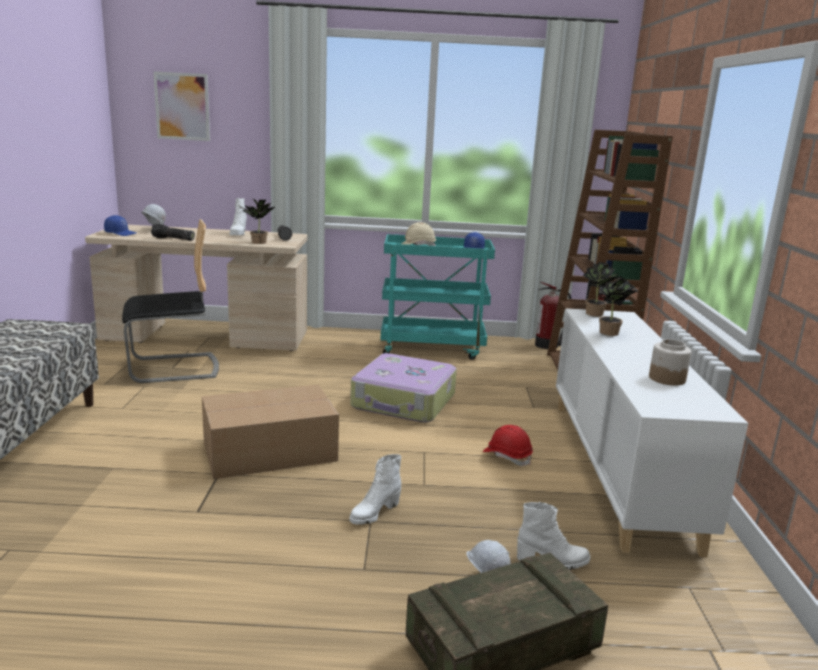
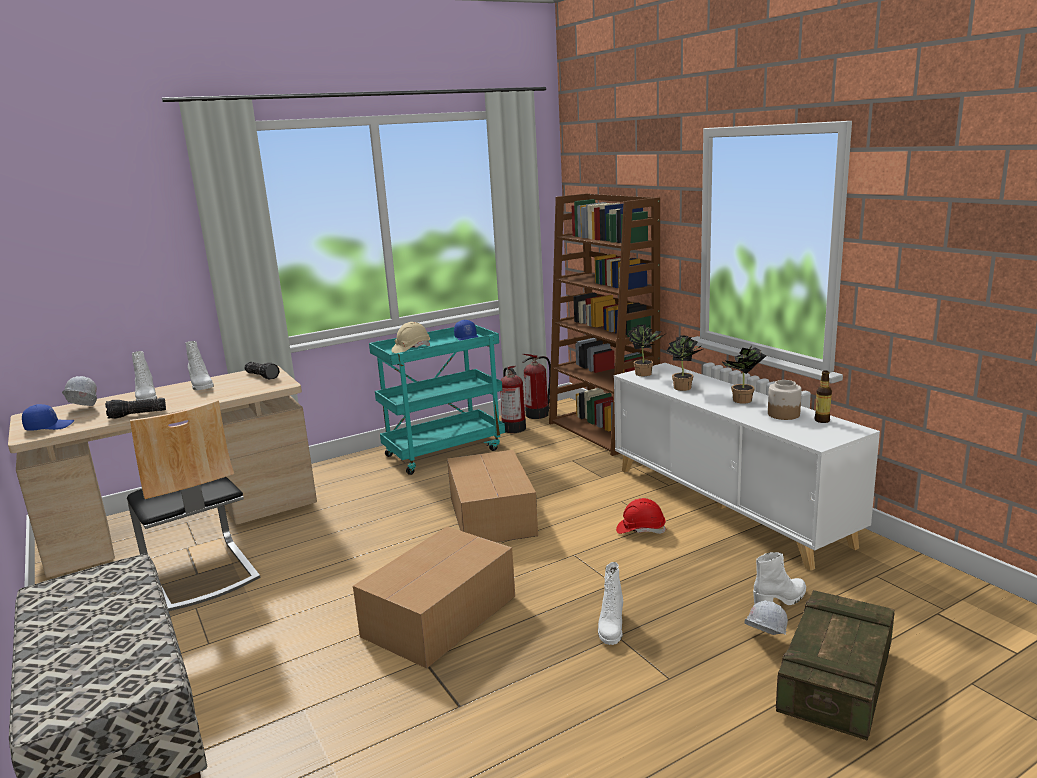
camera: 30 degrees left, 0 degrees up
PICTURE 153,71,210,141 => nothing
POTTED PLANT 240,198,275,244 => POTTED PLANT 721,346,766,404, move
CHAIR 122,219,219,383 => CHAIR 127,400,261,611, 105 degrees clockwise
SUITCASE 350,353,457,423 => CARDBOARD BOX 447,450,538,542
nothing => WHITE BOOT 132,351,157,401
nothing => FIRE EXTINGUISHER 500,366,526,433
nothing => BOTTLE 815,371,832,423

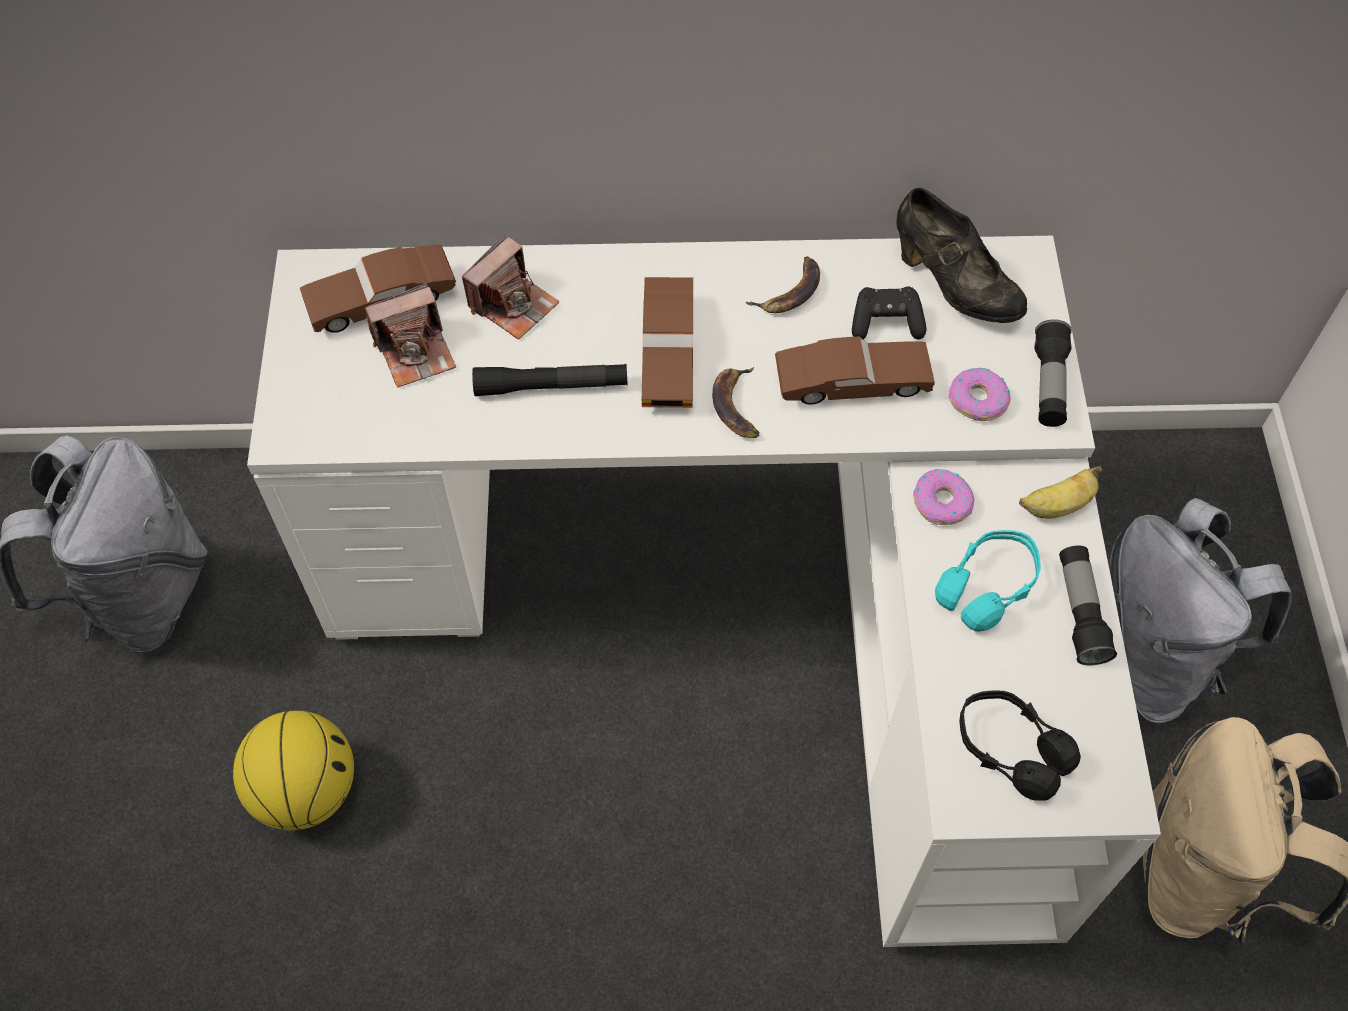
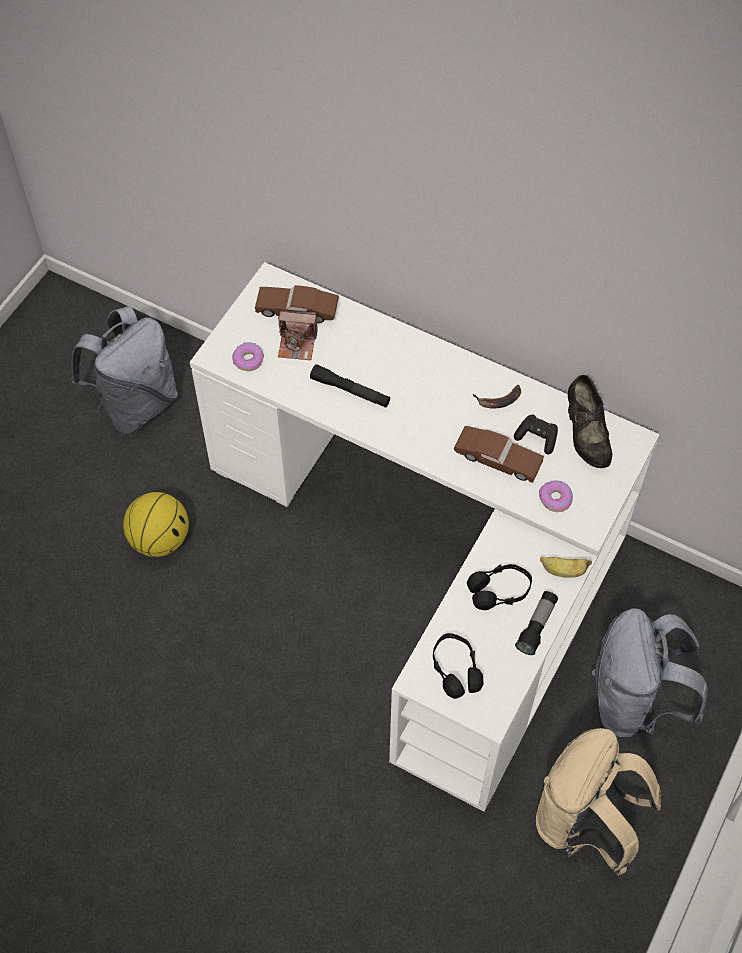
camera: 30 degrees right, 0 degrees up
PHOTO CAMERA 462,235,560,340 => nothing
BROWN TOY CAR 642,277,693,408 => nothing
FLASHLIGHT 1034,319,1072,427 => nothing
BANANA 712,367,760,438 => nothing
DONUT 913,469,975,525 => DONUT 232,342,264,371, move
TURQUOISE HEADPHONES 935,530,1041,632 => BLACK HEADPHONES 467,564,532,610

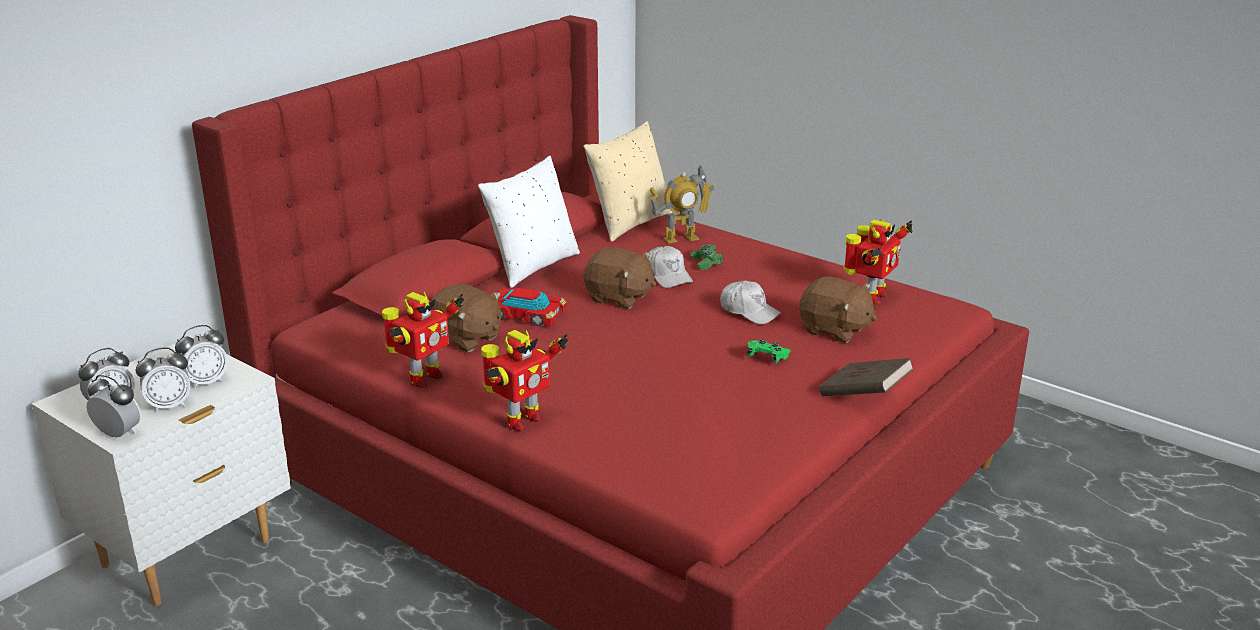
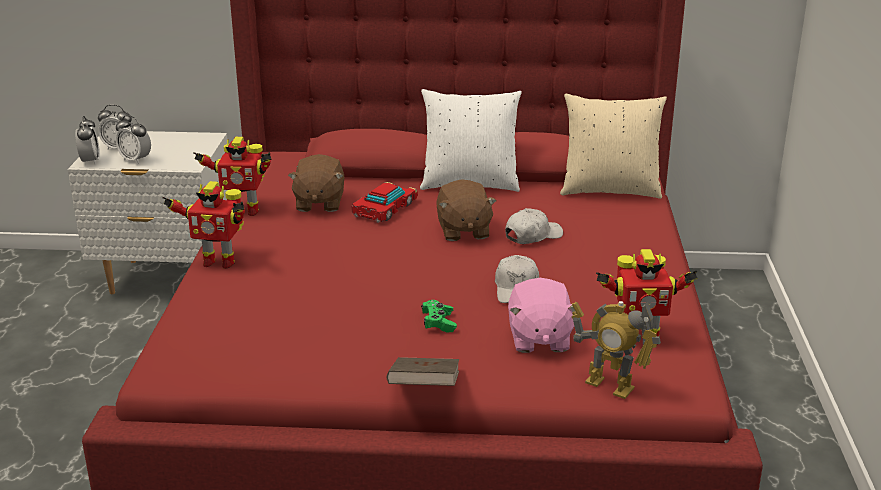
camera: 55 degrees right, 0 degrees up
TOY ROBOT 649,166,714,244 => TOY ROBOT 572,301,661,399, move
GREEN GAME CONTROLLER 690,244,723,270 => nothing
WHITE CAP 648,246,693,288 => WHITE CAP 505,208,563,244, 150 degrees counterclockwise
BROWN PLUSH TOY 799,276,877,343 => PINK PLUSH TOY 508,278,576,353
TOY CAR 497,288,567,327 => TOY CAR 351,182,418,223, 135 degrees counterclockwise
ALARM CLOCK 175,325,228,389 => nothing

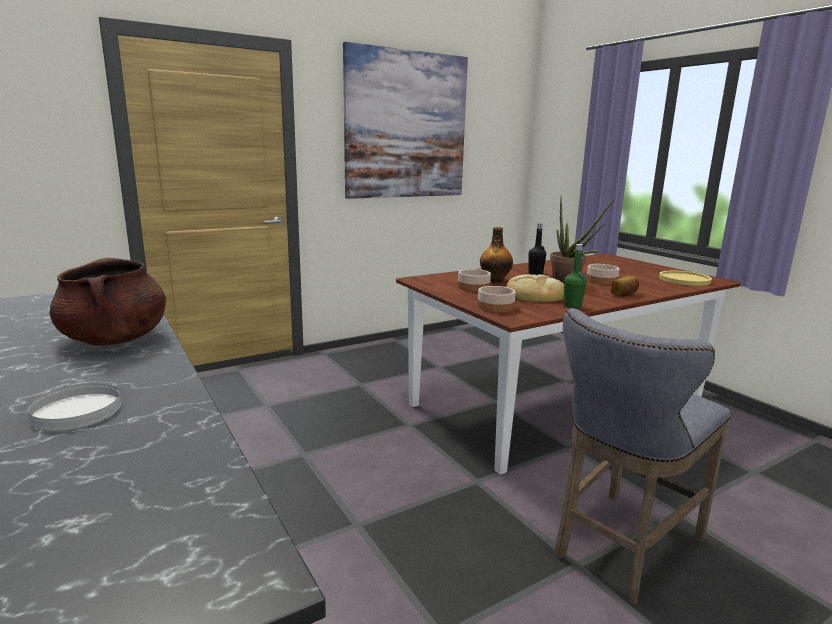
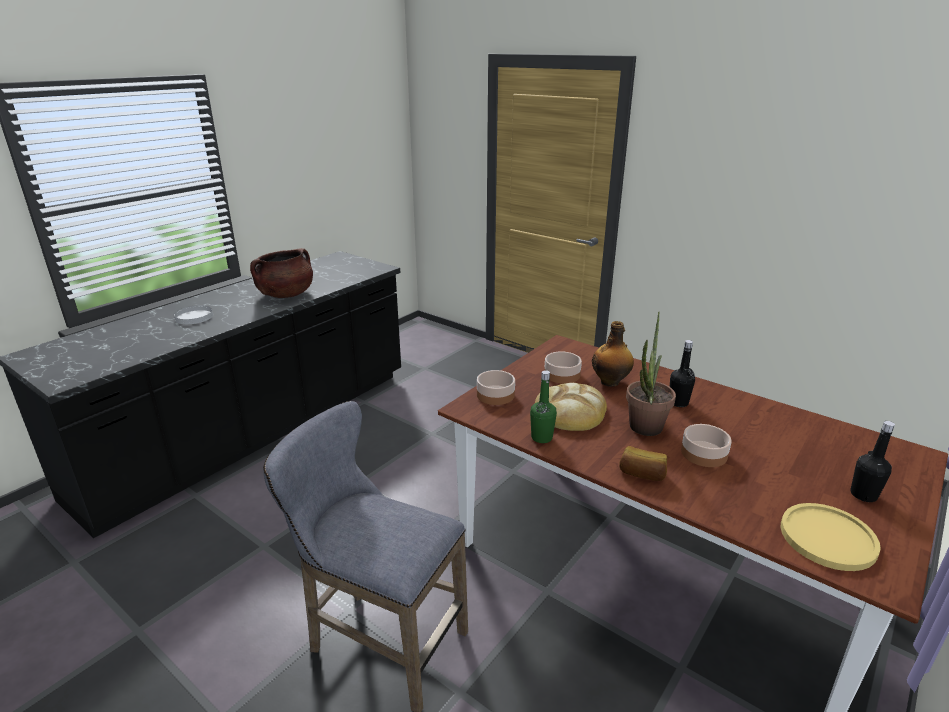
camera: 70 degrees right, 10 degrees up
PICTURE 343,42,468,199 => nothing
nothing => BLACK BOTTLE 850,421,895,502

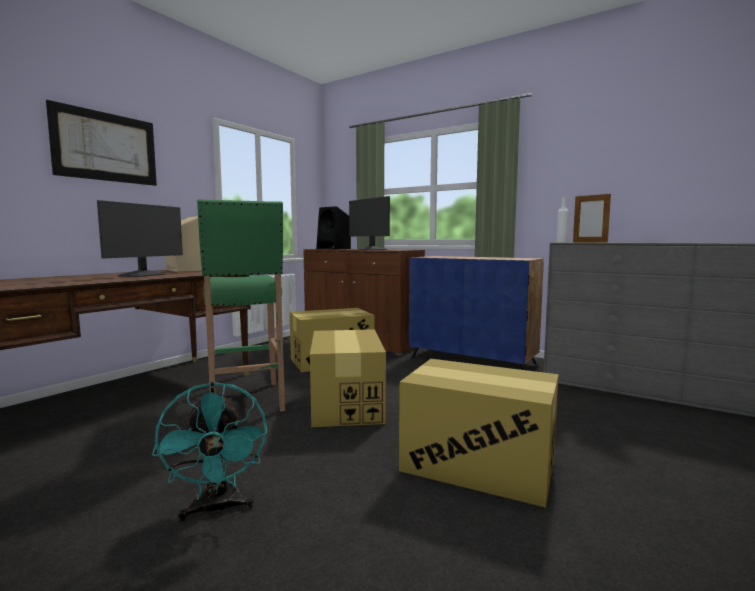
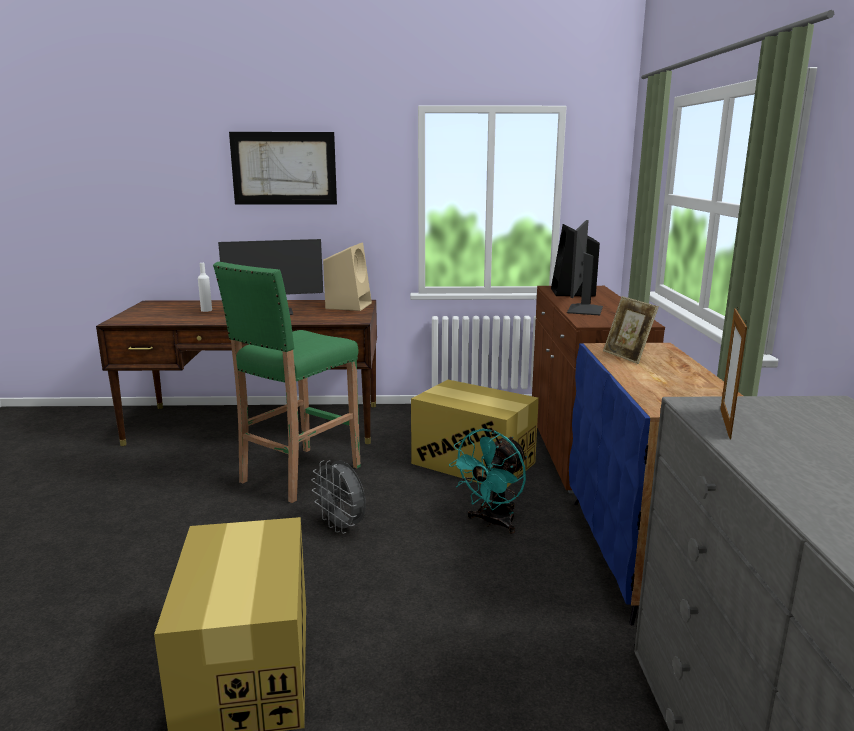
camera: 55 degrees right, 10 degrees up
WHITE BOTTLE 556,197,569,242 => WHITE BOTTLE 198,263,212,312, move
CARDBOARD BOX 310,329,386,427 => GREY FAN 311,460,366,534
TURQUOISE FAN 152,382,267,521 => TURQUOISE FAN 449,429,527,534, move
nothing => PICTURE FRAME 603,296,659,364

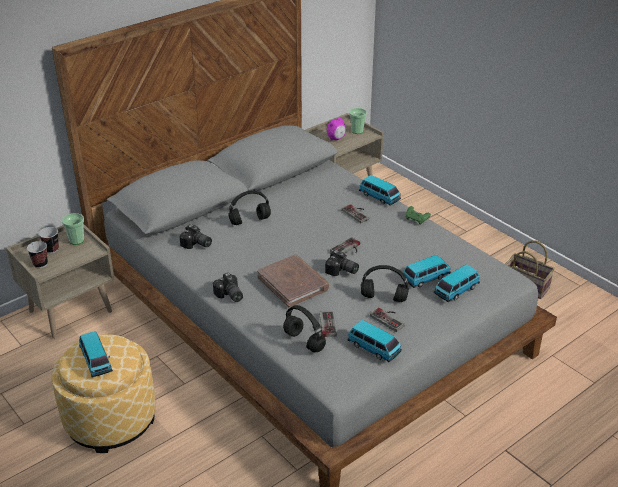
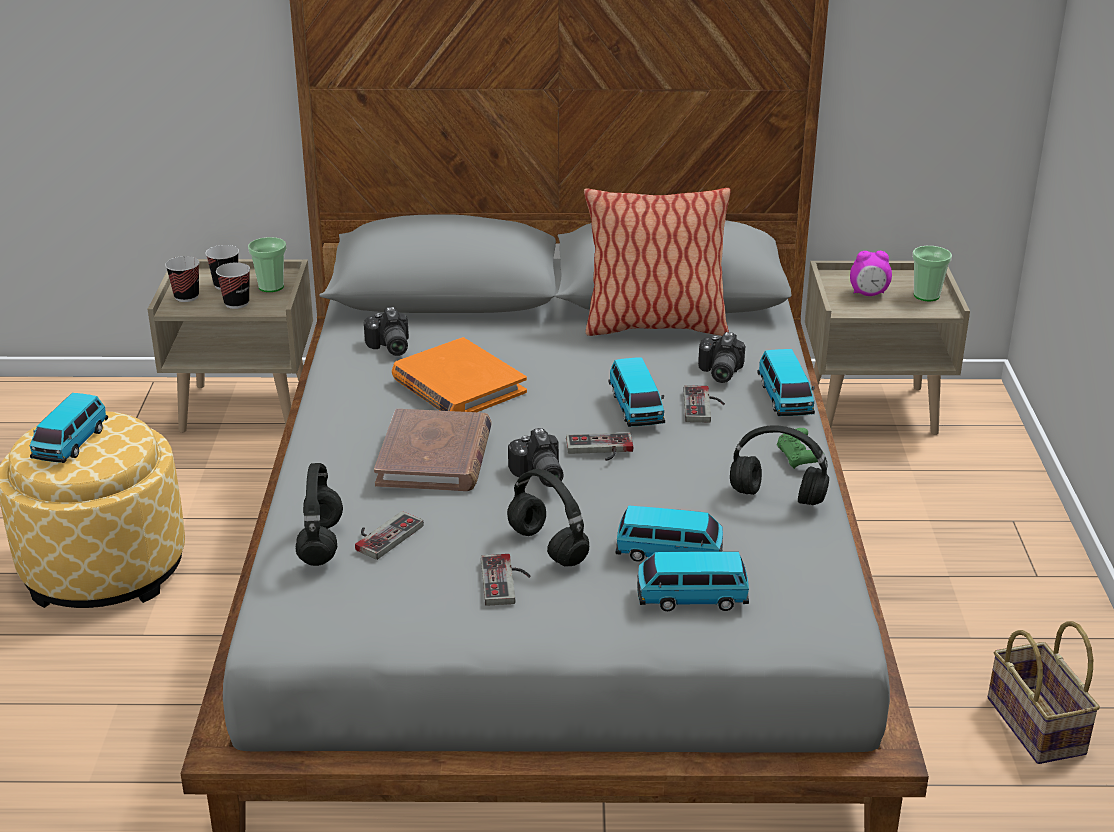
camera: 40 degrees right, 5 degrees down
BLACK HEADPHONES 228,191,271,225 => BLACK HEADPHONES 730,425,829,505, move
PHOTO CAMERA 213,272,243,302 => PHOTO CAMERA 698,332,745,383, move
TOY CAR 347,320,402,362 => TOY CAR 608,357,665,427, move
nothing => PILLOW 584,188,731,336
nothing => CUP 216,262,250,309
nothing => ORANGE BOOK 392,337,527,412

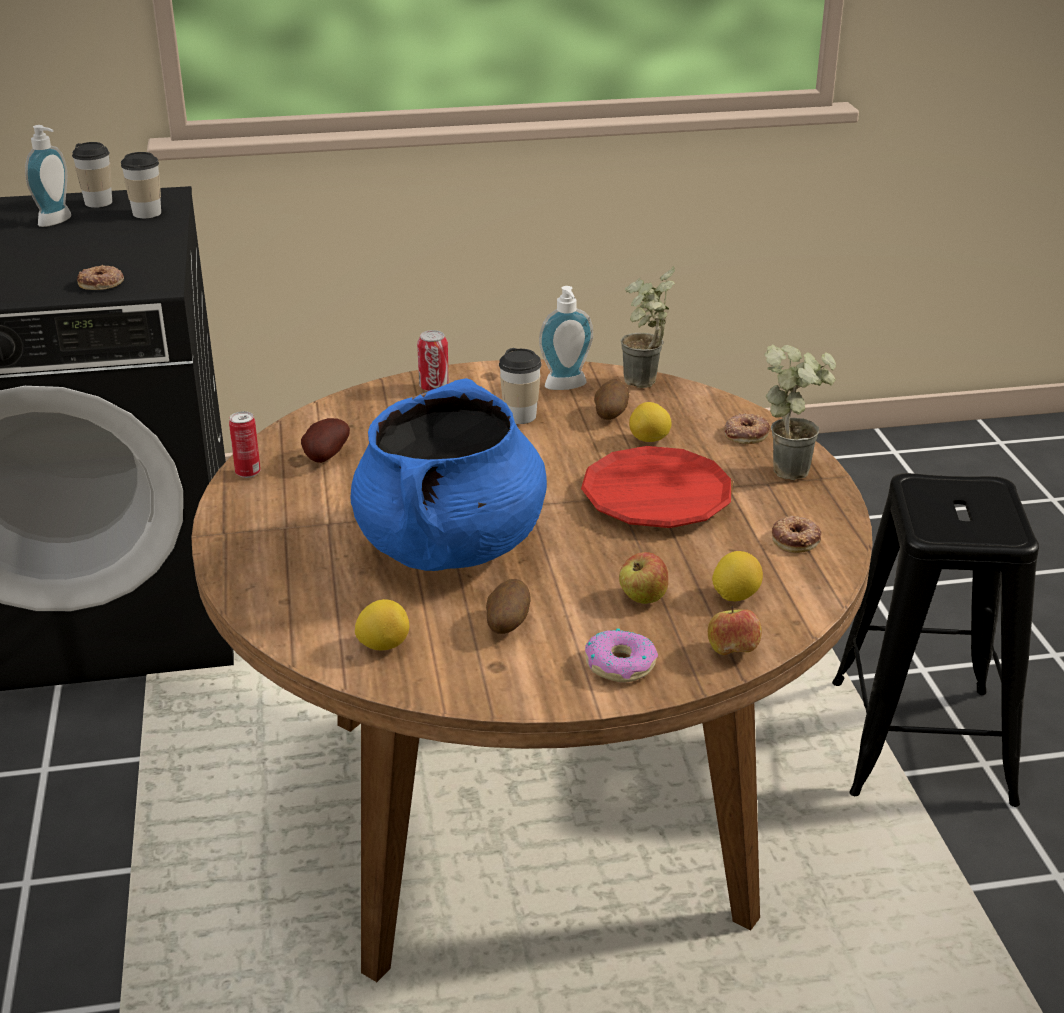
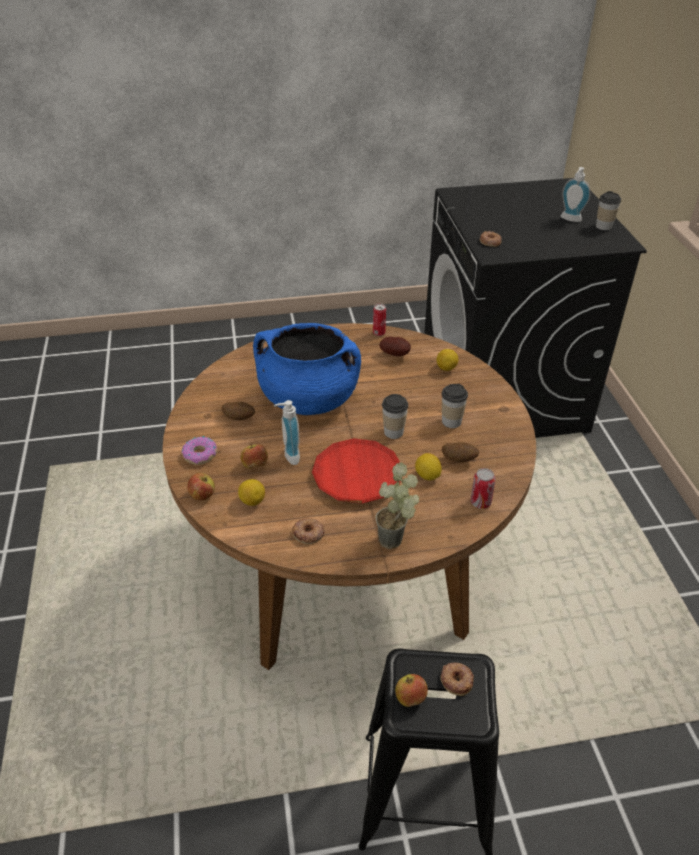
camera: 90 degrees right, 10 degrees up
CUP 121,152,161,218 => CUP 382,394,409,439, move
POTTED PLANT 621,266,675,388 => nothing
SOAP DISPENSER 539,286,593,390 => SOAP DISPENSER 274,400,300,465, move
CAN 417,330,449,391 => CAN 471,468,496,509, move
DONUT 724,413,770,444 => DONUT 440,662,474,696, move
LEMON 355,599,409,650 => LEMON 437,349,458,371, move
nothing => APPLE 395,674,428,707

